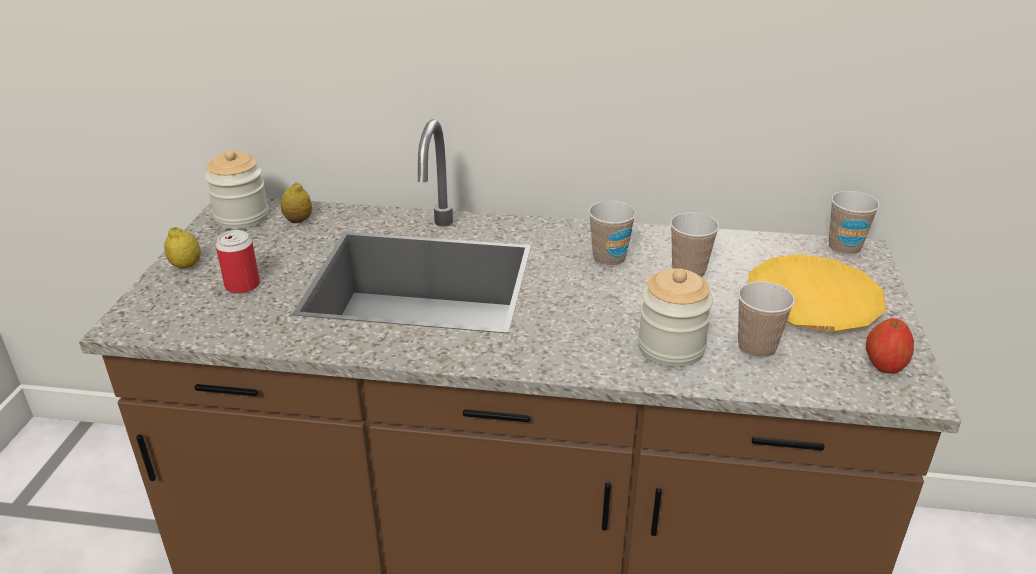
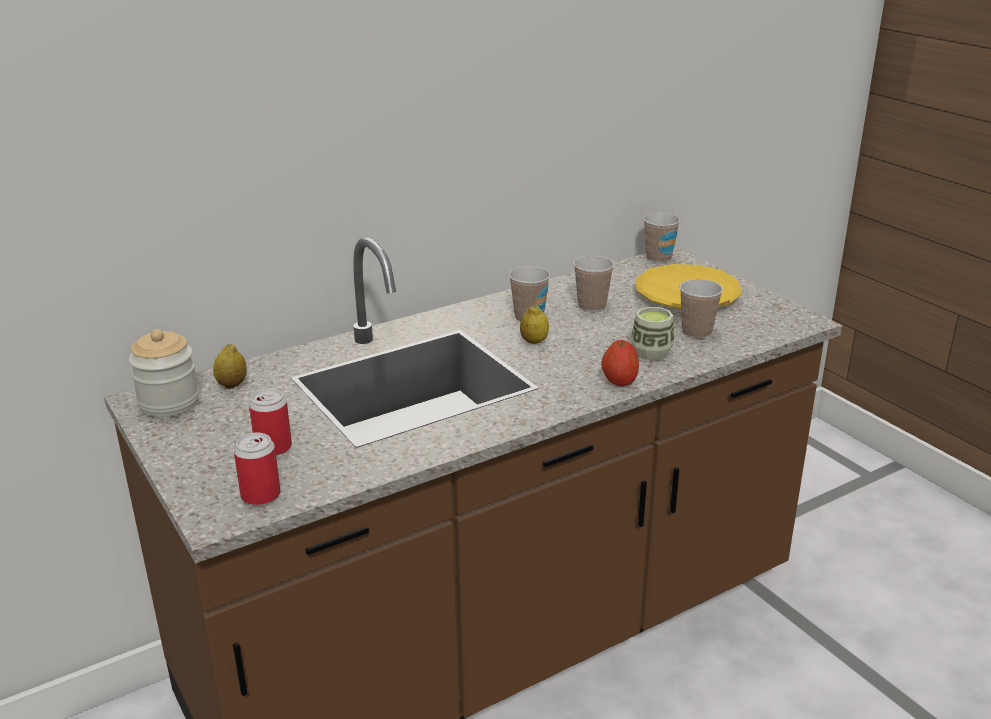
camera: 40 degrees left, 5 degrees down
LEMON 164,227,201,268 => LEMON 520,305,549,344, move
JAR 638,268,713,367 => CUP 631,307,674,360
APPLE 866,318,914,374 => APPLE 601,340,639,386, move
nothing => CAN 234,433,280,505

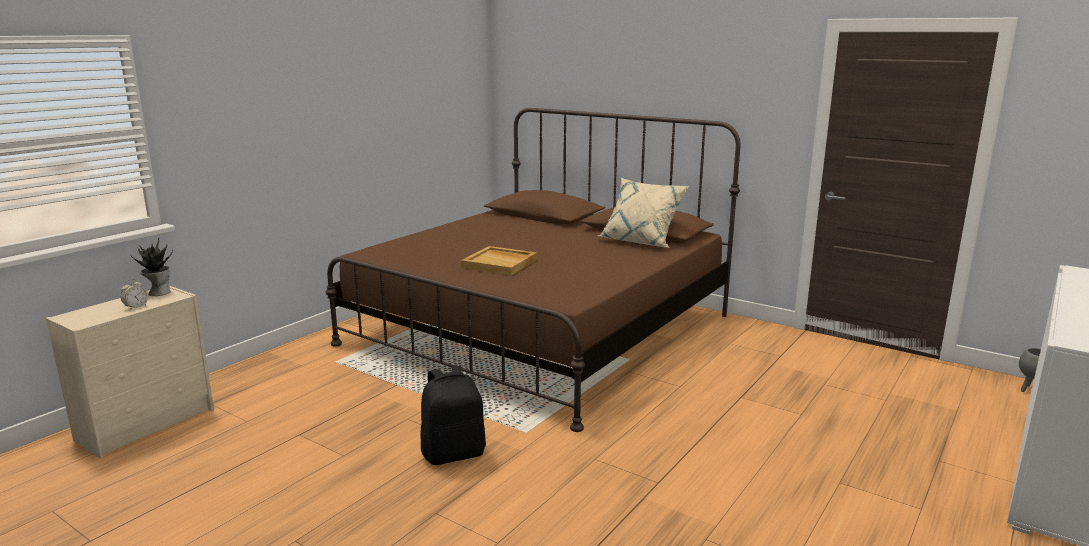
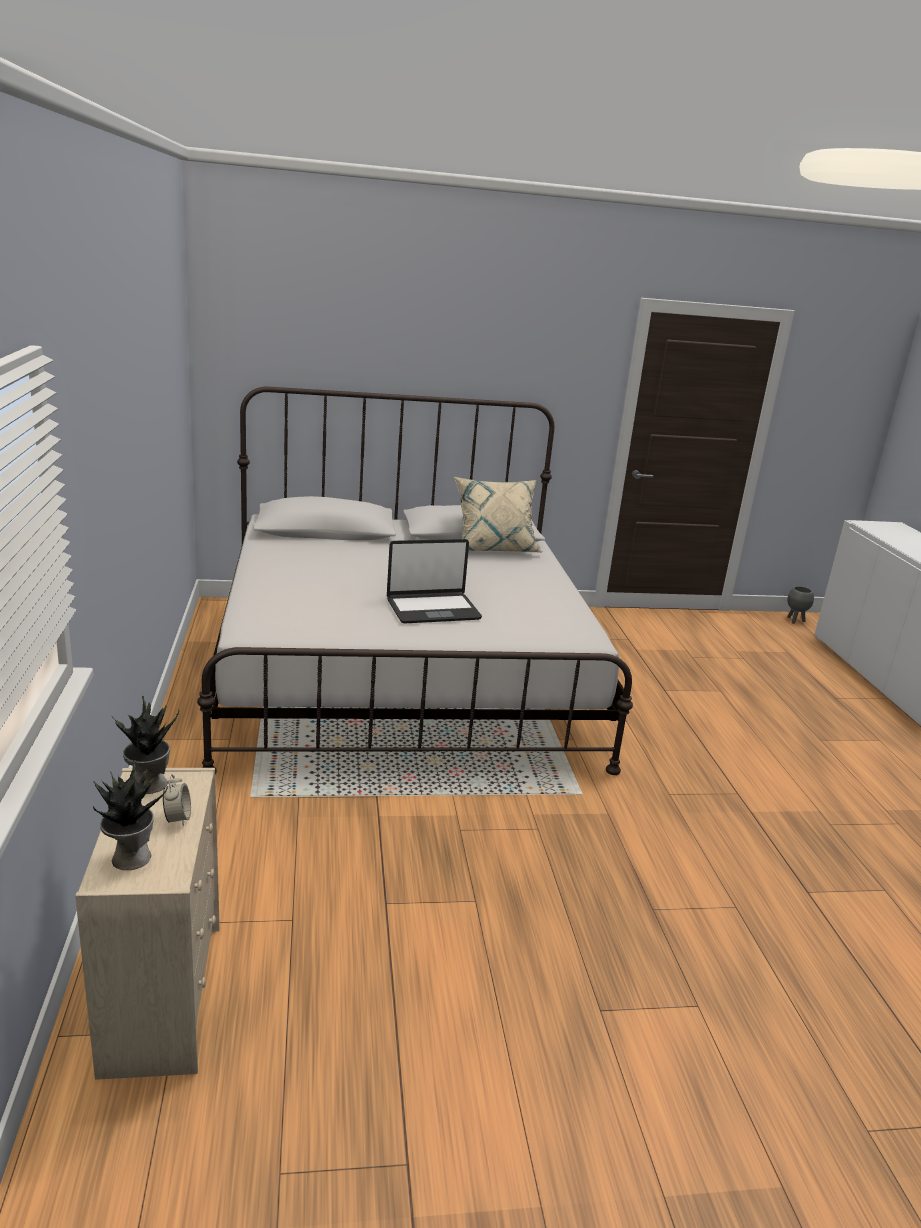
camera: 45 degrees left, 5 degrees up
BROWN BED 325,108,741,432 => WHITE BED 197,387,633,775
BEIGE TRAY 461,246,537,276 => LAPTOP 387,539,482,623
BLACK BACKPACK 421,366,486,465 => nothing
nothing => POTTED PLANT 93,760,168,870

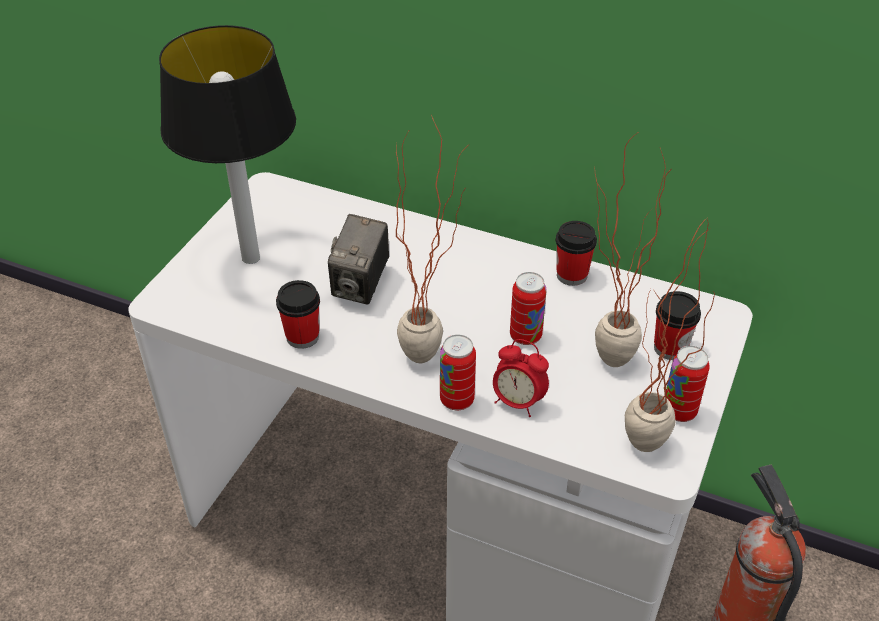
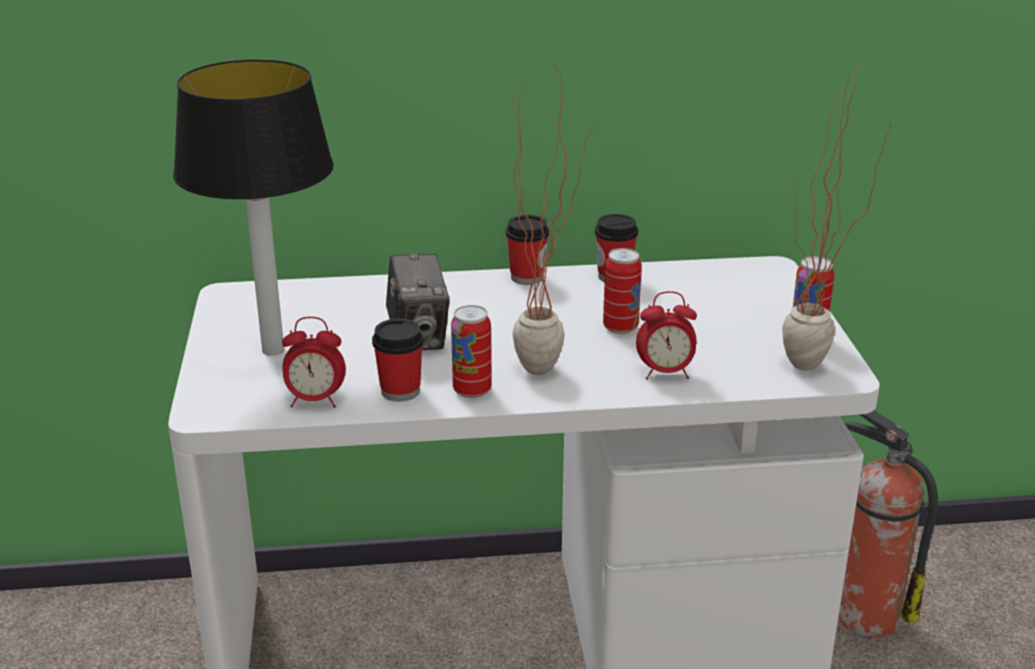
camera: 30 degrees left, 15 degrees down
POTTED PLANT 595,132,672,367 => nothing
CUP 654,291,701,360 => CUP 506,215,549,285, move
CAN 440,334,476,410 => CAN 451,305,492,399, move
nothing => ALARM CLOCK 282,317,346,408

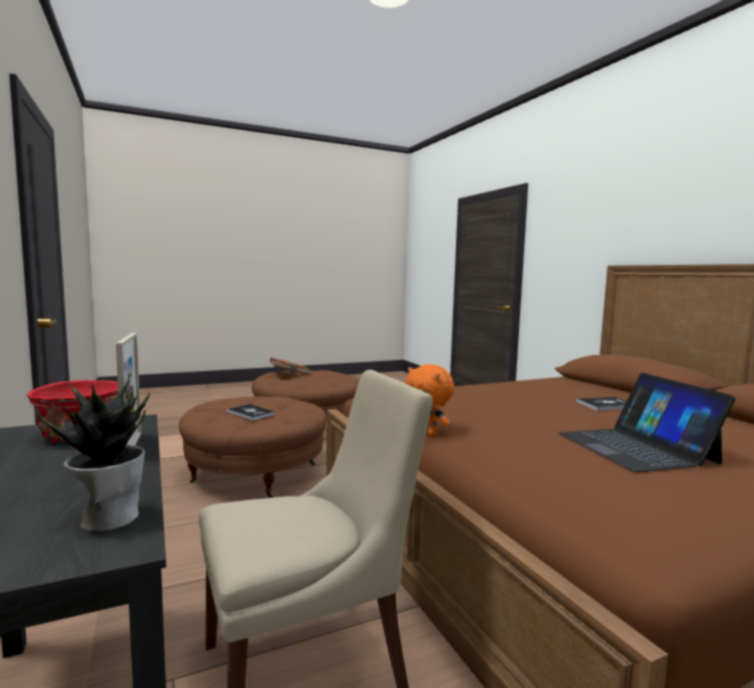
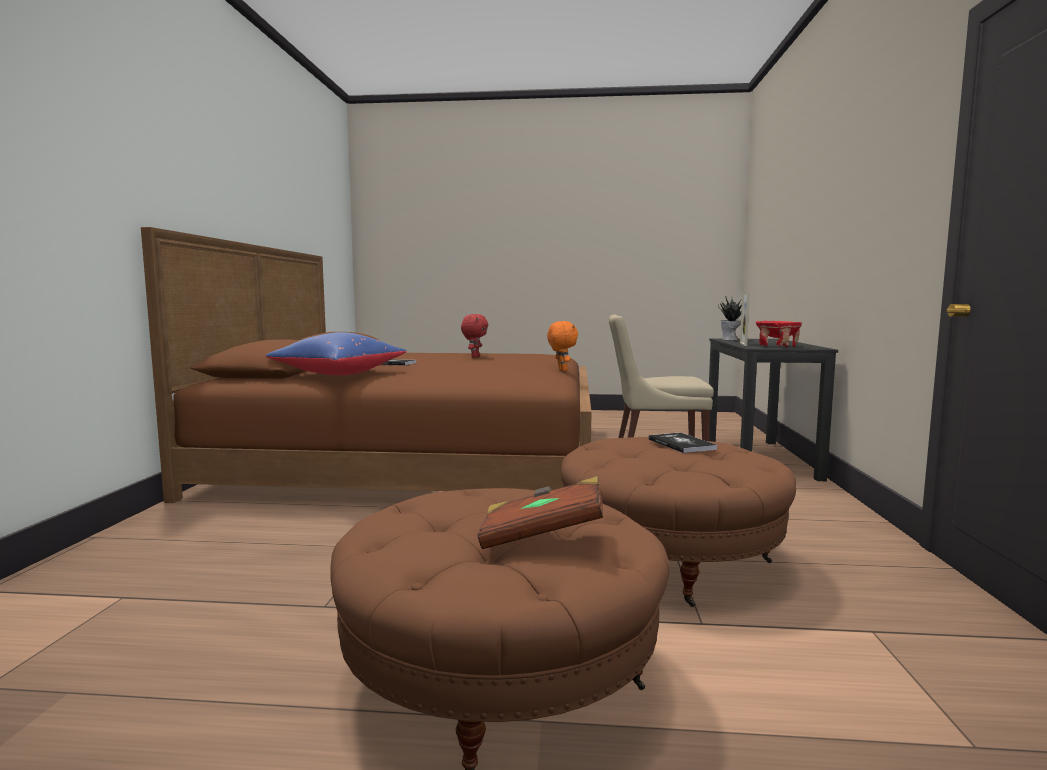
camera: 150 degrees left, 0 degrees up
LAPTOP 559,373,736,472 => RED PLUSH TOY 461,314,488,357
nothing => BLUE PILLOW 266,332,407,375

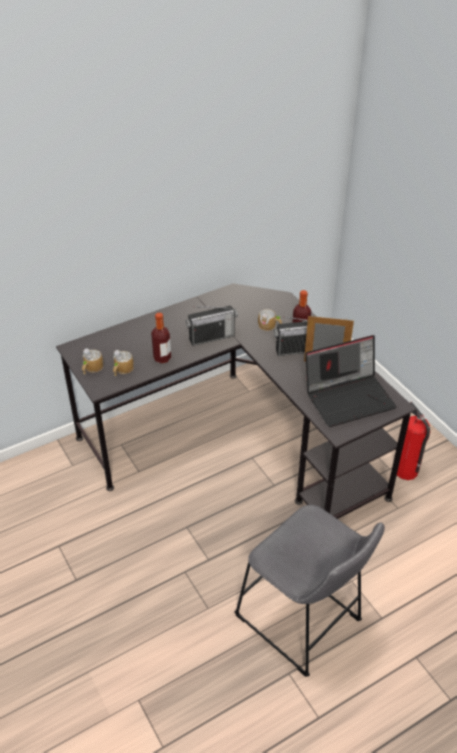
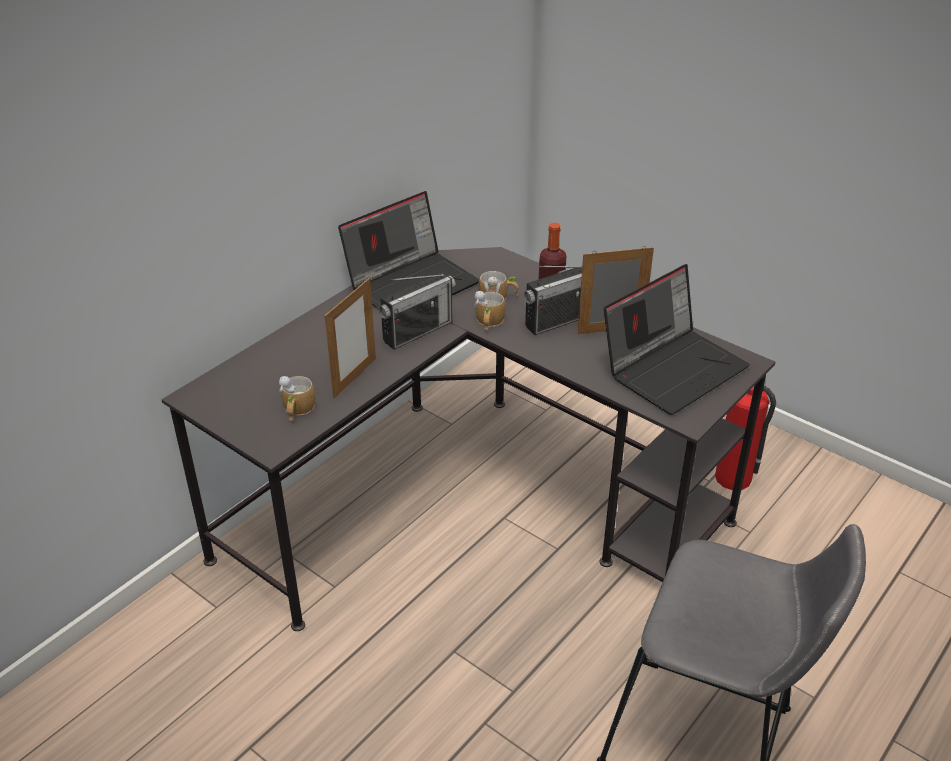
camera: 20 degrees left, 5 degrees down
BOTTLE 151,312,171,363 => PICTURE FRAME 324,278,376,398
MUG 82,348,103,375 => MUG 474,291,506,330, move
nothing => LAPTOP 338,191,479,309

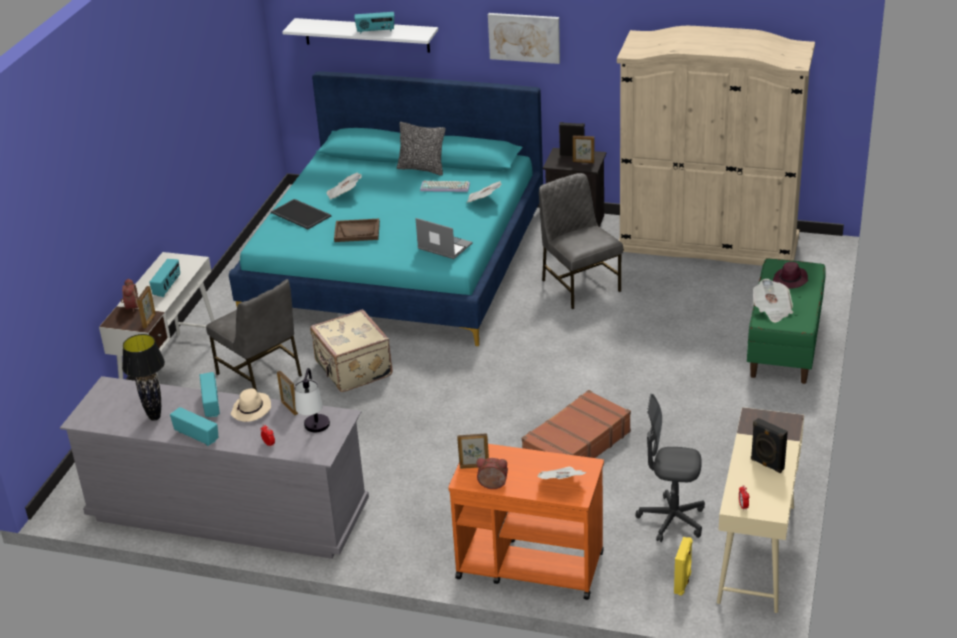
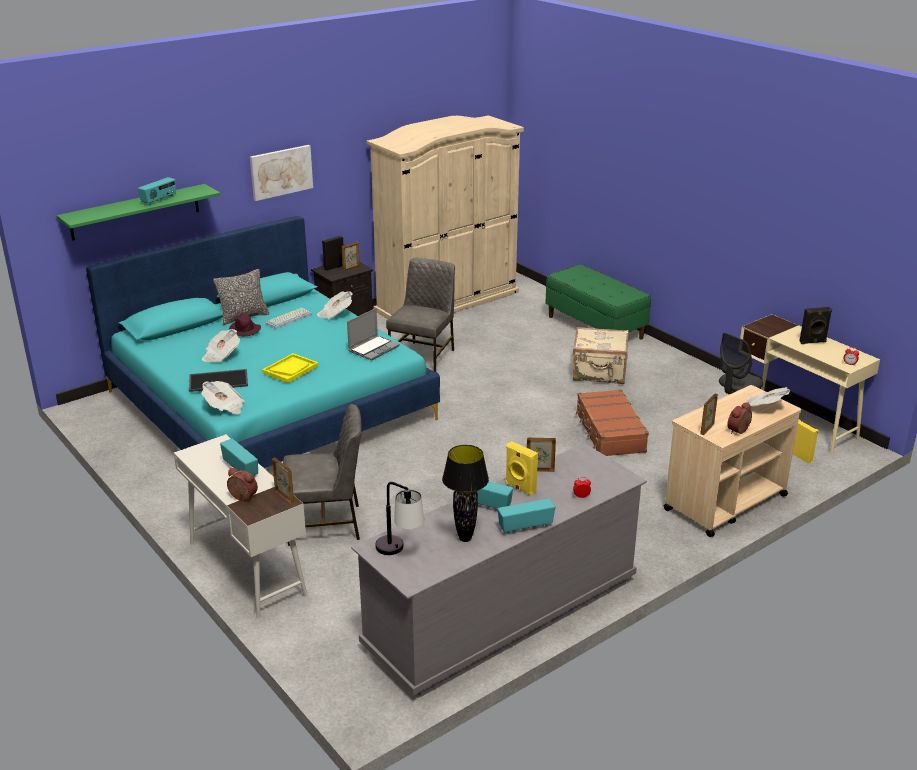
camera: 55 degrees left, 5 degrees down
WHITE SHELF 282,18,438,53 => GREEN SHELF 57,184,220,241
GREY CHAIR 539,173,623,309 => GREY CHAIR 386,258,455,372, 105 degrees clockwise
LAPTOP 415,218,472,259 => LAPTOP 347,308,400,361, 150 degrees clockwise
BROWN TRAY 334,219,380,242 => YELLOW TRAY 262,353,318,383
PURPLE HAT 773,262,808,289 => PURPLE HAT 229,314,261,336, move
NEWSPAPER 753,279,793,323 => NEWSPAPER 202,381,245,414, move
BEIGE SUITCASE 310,309,393,392 => BEIGE SUITCASE 573,327,629,384, move
TABLE LAMP 294,368,330,432 => TABLE LAMP 376,482,424,555, move
BEIGE HAT 231,388,271,422 => YELLOW SPEAKER 505,441,538,496
ORANGE CART 448,444,604,600 => BEIGE CART 663,385,802,537

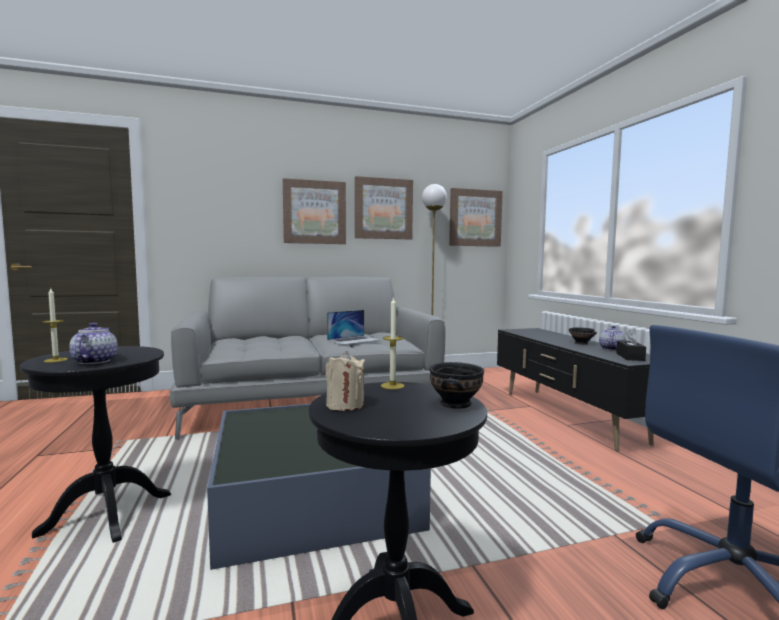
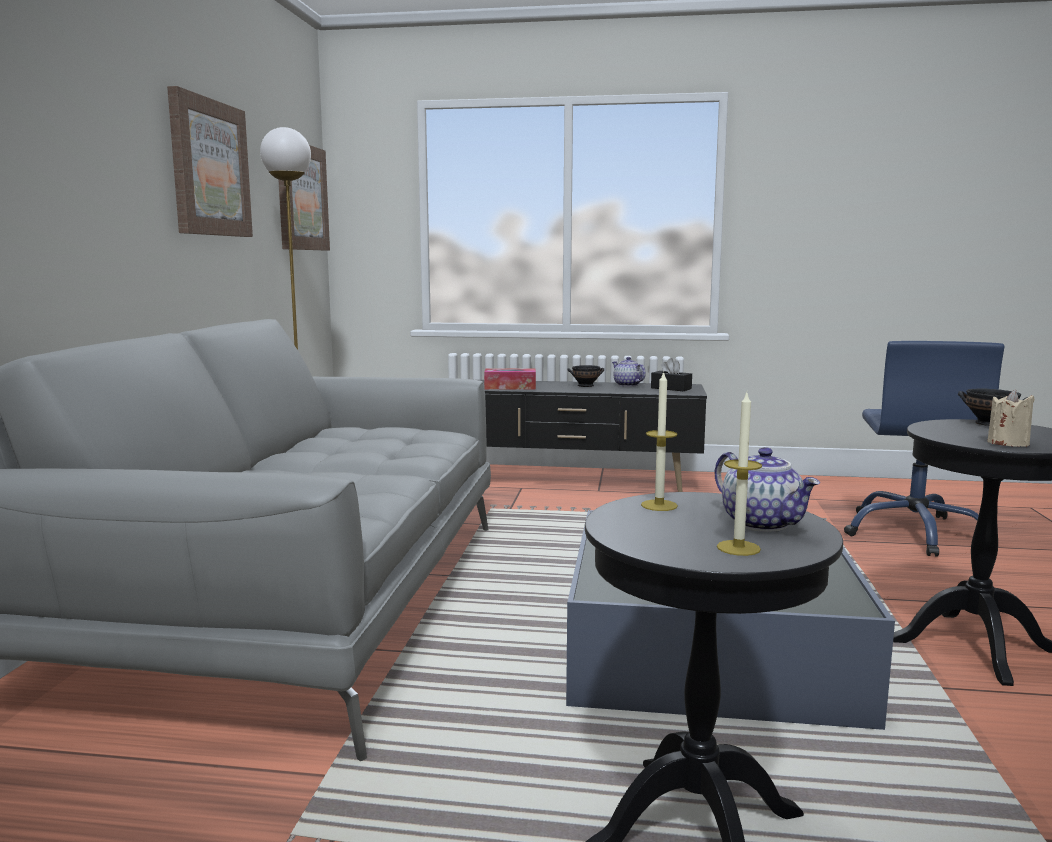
camera: 65 degrees left, 5 degrees up
PICTURE 283,178,346,244 => nothing
CANDLE 381,296,405,389 => CANDLE 641,371,678,511, move
LAPTOP 327,310,380,345 => nothing
TEAPOT 69,322,118,364 => TEAPOT 715,447,820,532, 135 degrees counterclockwise
nothing => TISSUE BOX 484,368,536,389

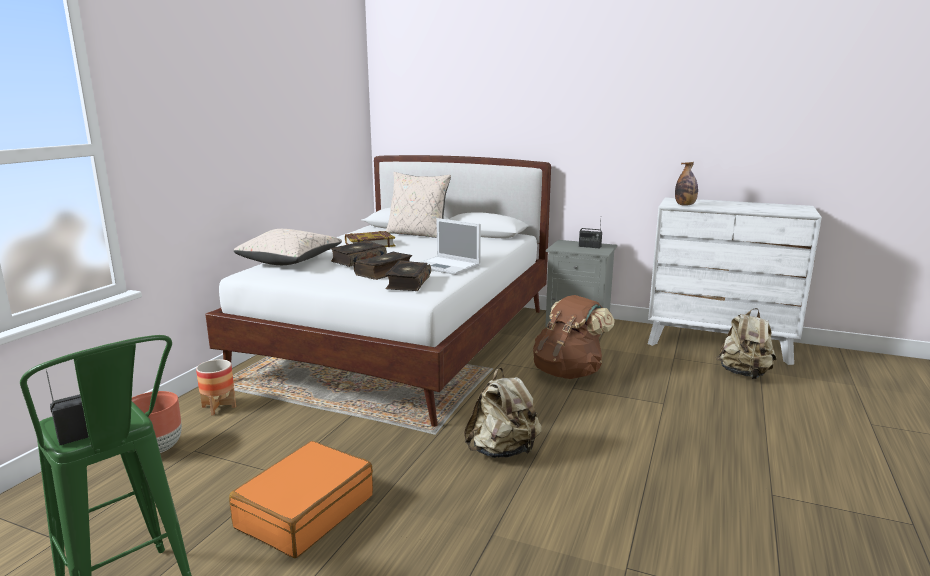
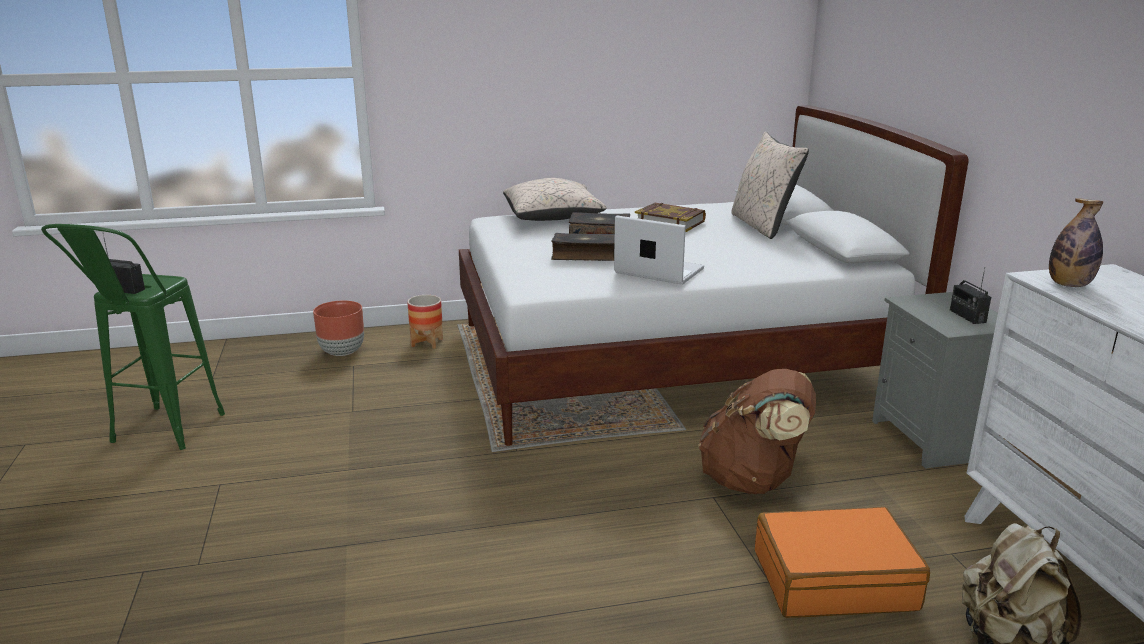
camera: 55 degrees right, 5 degrees up
LAPTOP 421,218,481,275 => LAPTOP 614,215,704,285, 120 degrees clockwise
BOOK 385,260,431,291 => nothing
BEIGE BACKPACK 464,367,542,458 => nothing
ORANGE SUITCASE 229,441,373,558 => ORANGE SUITCASE 755,507,930,618, move

